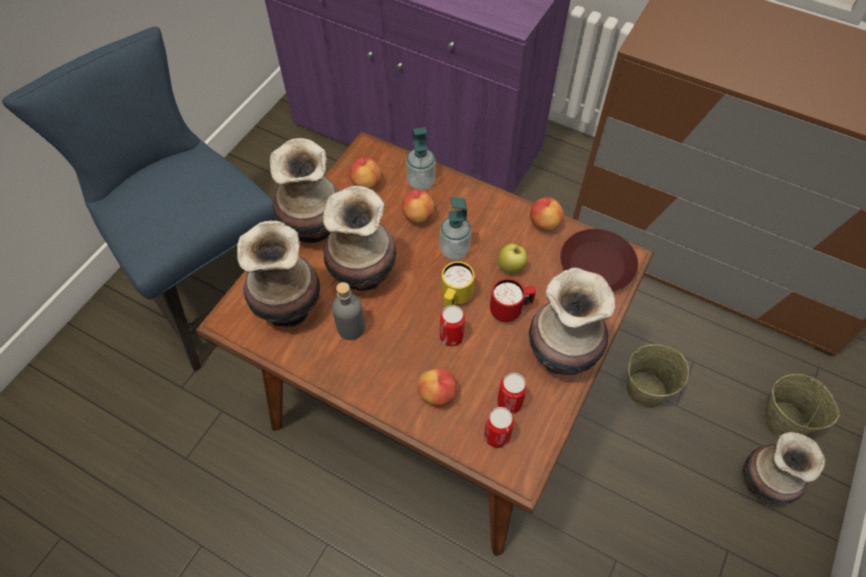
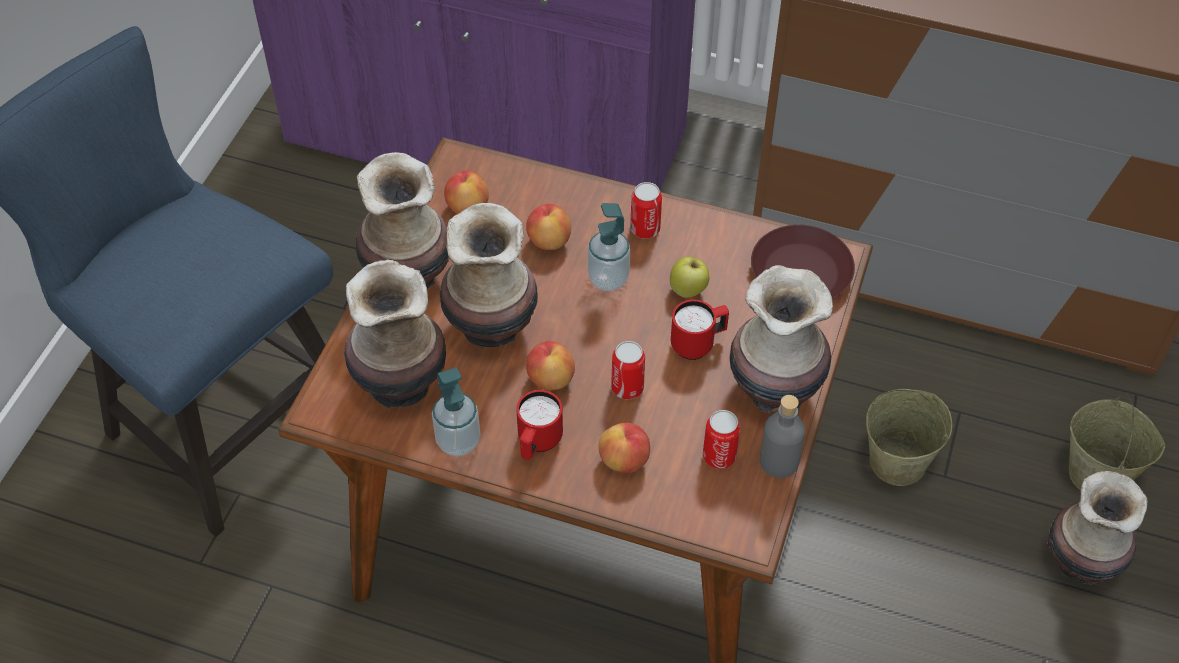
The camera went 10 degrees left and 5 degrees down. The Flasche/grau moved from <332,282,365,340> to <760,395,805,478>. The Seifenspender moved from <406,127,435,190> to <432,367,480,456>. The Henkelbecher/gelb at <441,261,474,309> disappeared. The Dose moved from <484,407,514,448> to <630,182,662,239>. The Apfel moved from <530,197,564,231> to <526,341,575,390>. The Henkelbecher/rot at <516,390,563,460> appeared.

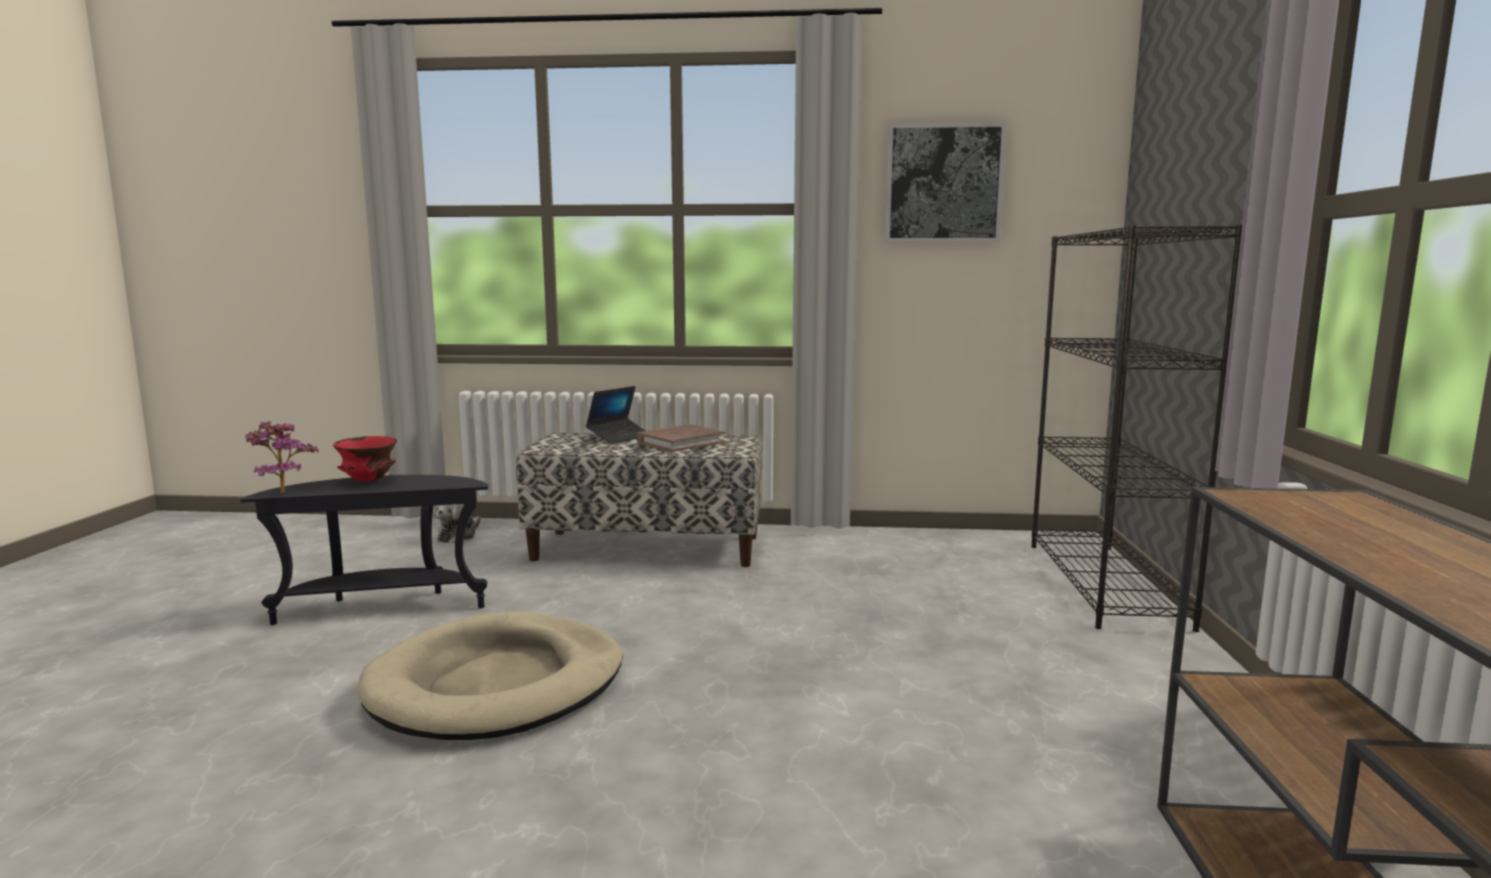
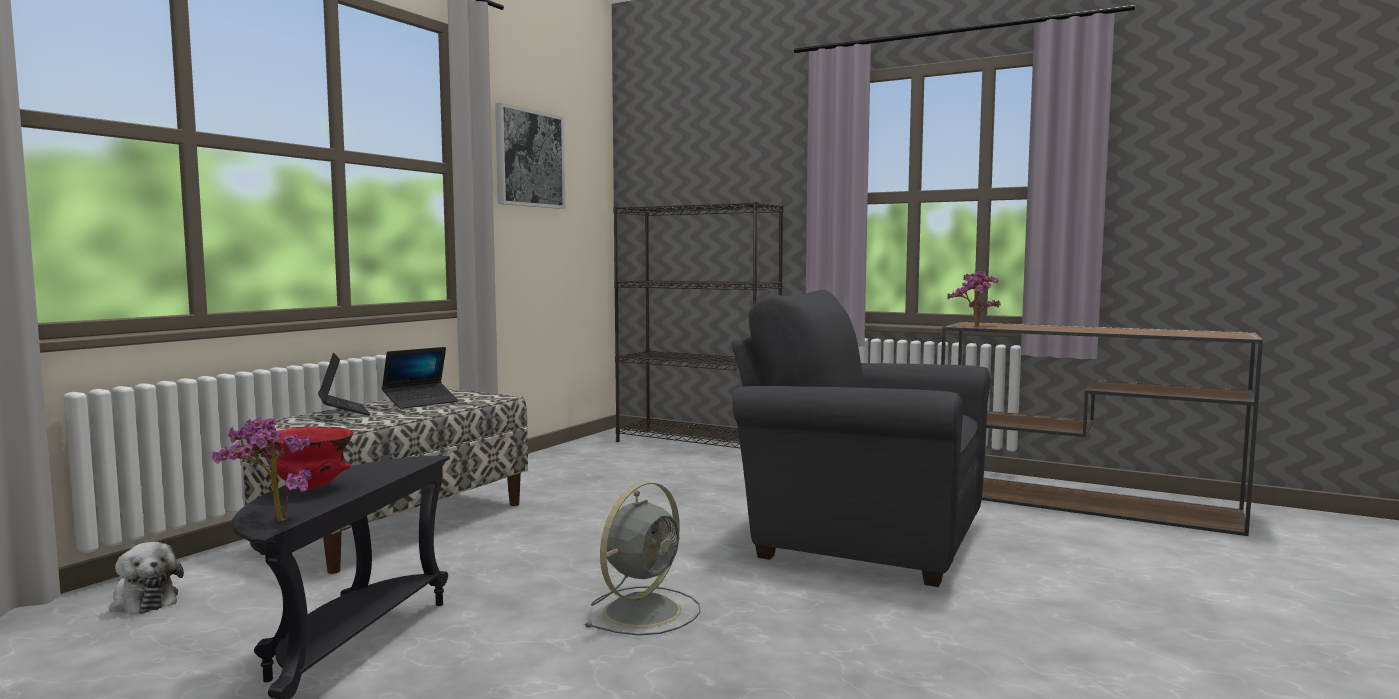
The camera went 65 degrees left and 5 degrees down. The Hundebett/beige at <358,612,623,740> was replaced by the Ventilator/grau at <584,482,701,636>. The Buch/braun at <637,425,725,452> was replaced by the Laptop at <382,347,459,409>. The Sessel/grau at <731,290,990,587> appeared. The Topfpflanze at <947,271,1001,326> appeared.

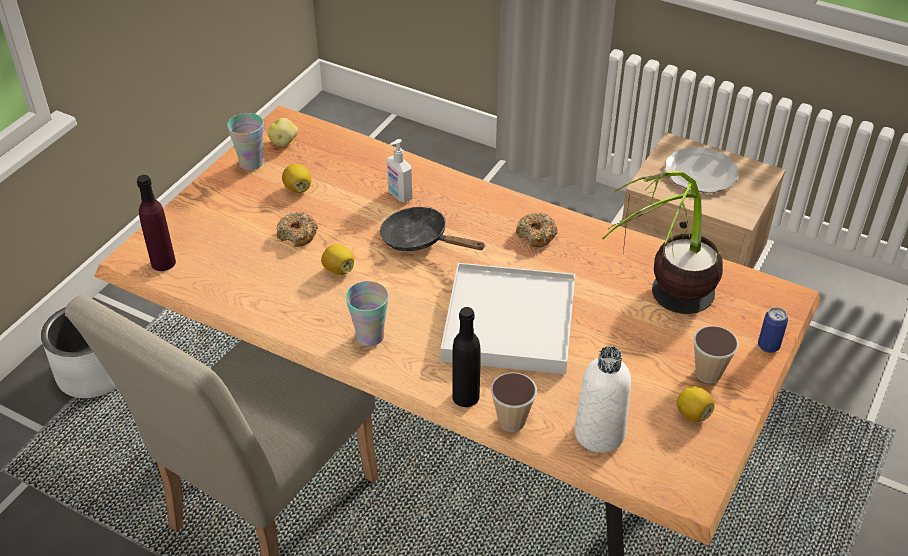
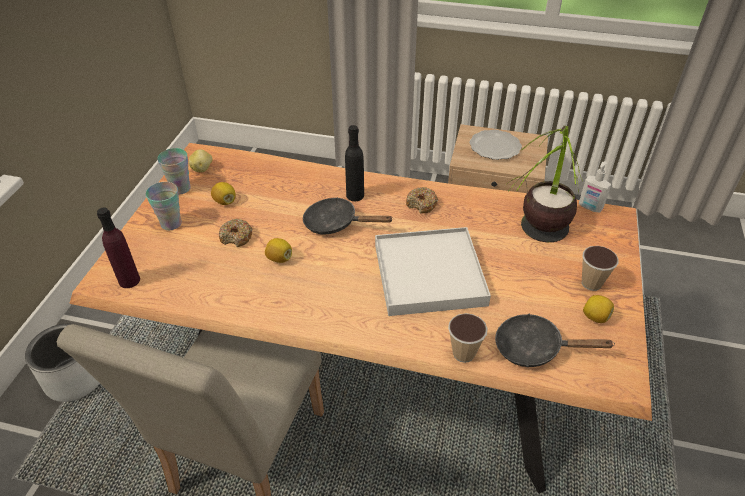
The camera went 15 degrees left and 0 degrees up. The Tasse moved from <346,281,388,346> to <146,182,182,230>. The Seifenspender moved from <387,139,412,202> to <579,161,611,213>. The Flasche/schwarz moved from <452,307,481,407> to <345,125,364,201>. The Flasche/weiß at <574,346,631,453> was replaced by the Pfanne/schwarz at <495,314,615,367>. The Dose at <758,307,788,353> disappeared.

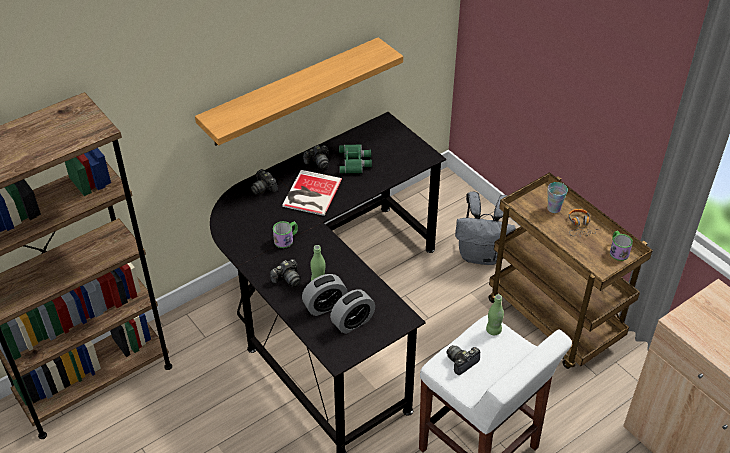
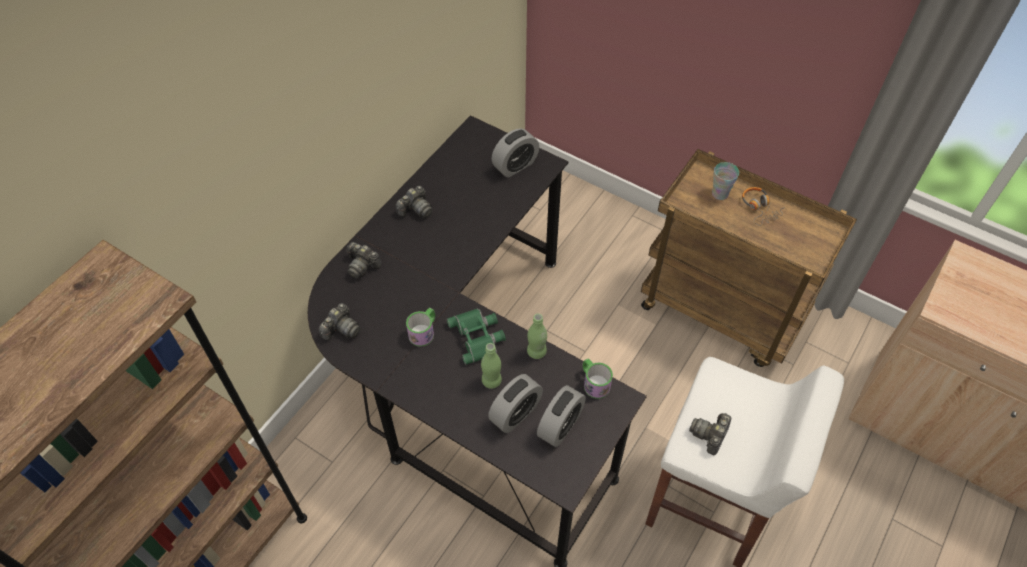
The camera went 20 degrees left and 10 degrees up. The Wandregal at <195,37,403,146> disappeared. The Kamera moved from <270,259,301,287> to <319,303,361,340>. The Buch at <282,170,342,216> disappeared. The Fernglas/grün moved from <339,145,372,174> to <447,308,506,365>. The Rucksack/grau at <455,192,516,265> disappeared. The Flasche/grün moved from <486,294,504,335> to <527,314,547,359>. The Henkelbecher moved from <610,231,633,261> to <583,358,613,399>. The Wecker at <492,128,539,177> appeared.

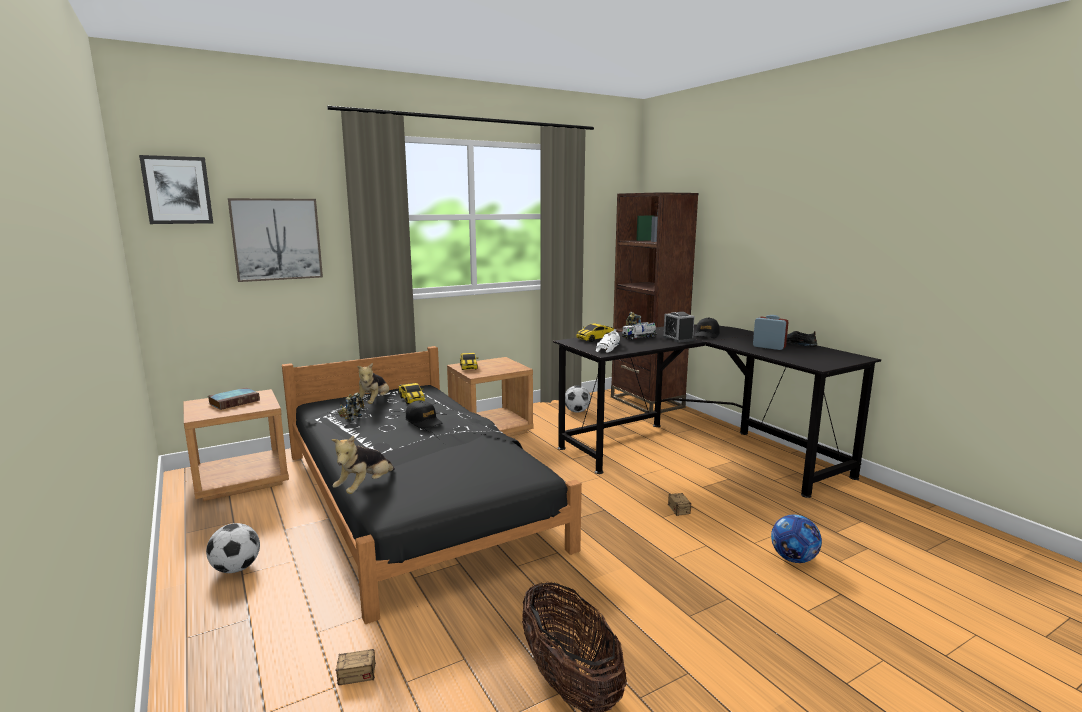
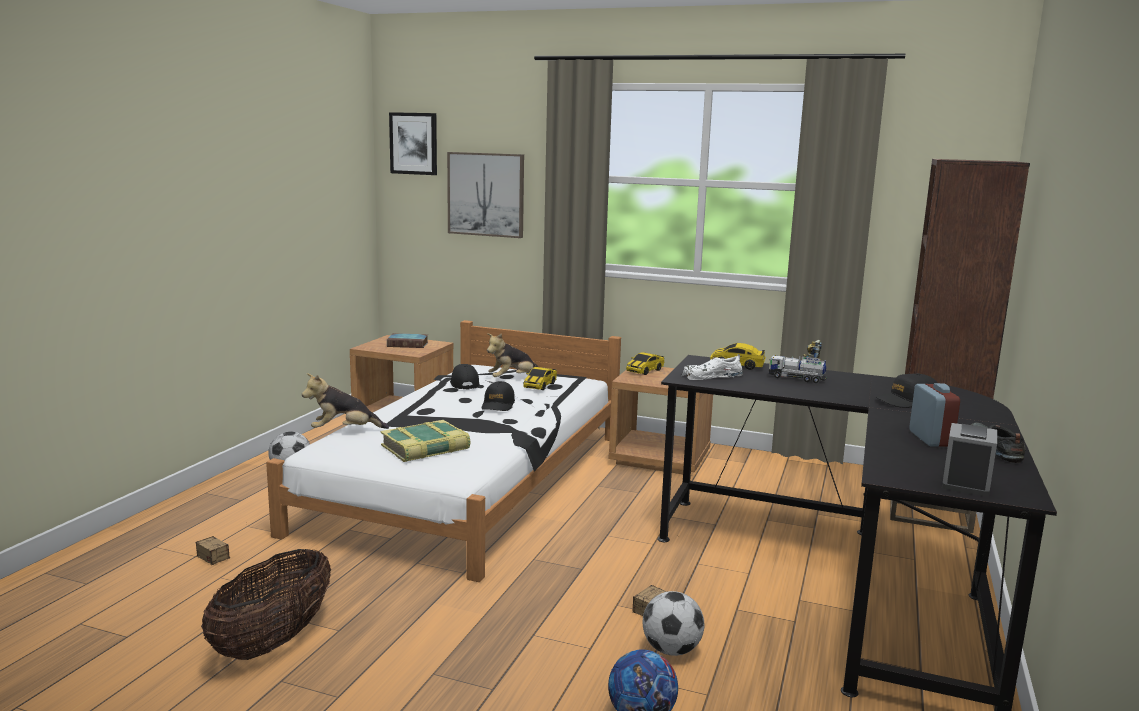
The camera went 50 degrees right and 0 degrees up. The Bett/schwarz at <282,346,582,624> became the Bett/weiß at <266,320,621,582>. The Spielzeugroboter at <338,393,364,421> was replaced by the Kappe/schwarz at <450,364,479,390>. The Fußball moved from <565,386,591,413> to <642,591,704,656>. The Wecker moved from <663,312,694,343> to <942,423,997,496>. The Buch at <380,420,470,462> appeared.

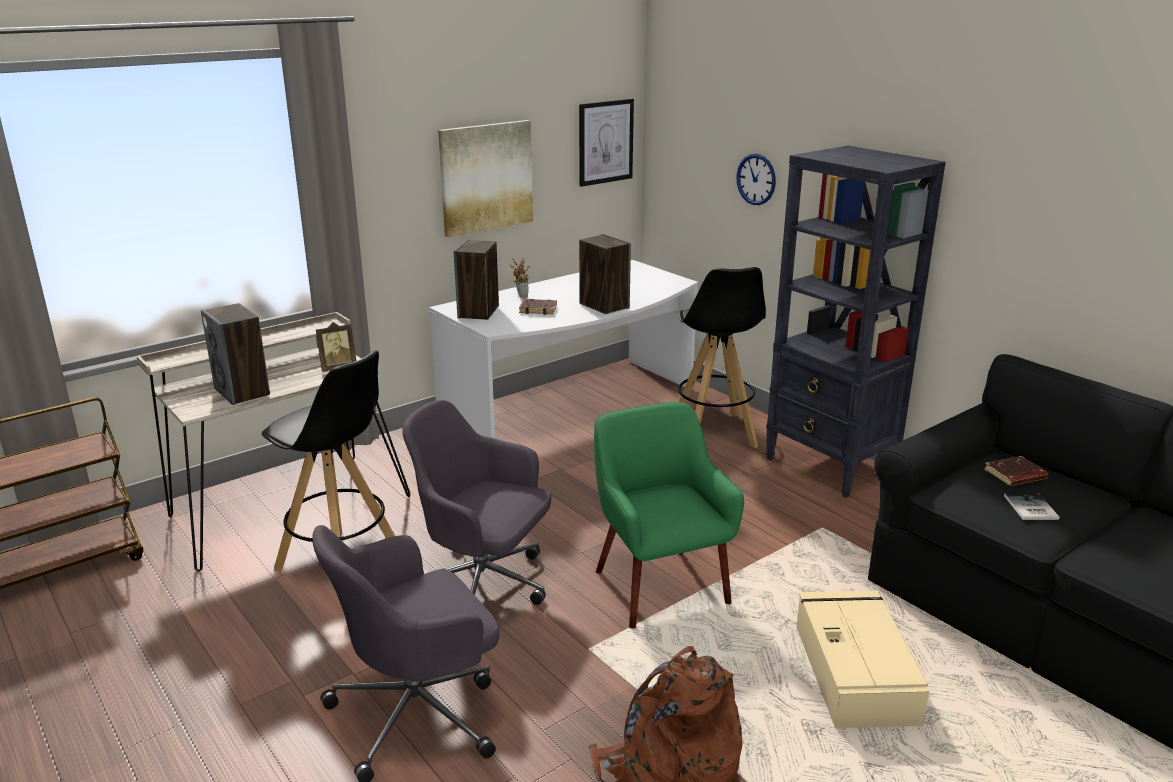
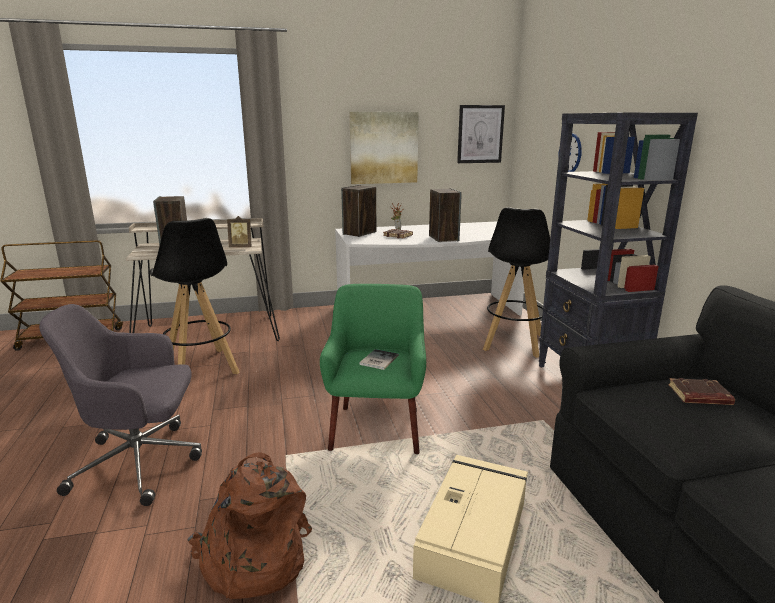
The camera went 25 degrees right and 5 degrees down. The Bürostuhl/grau at <402,400,552,605> disappeared. The Buch moved from <1004,493,1060,520> to <359,349,399,370>.

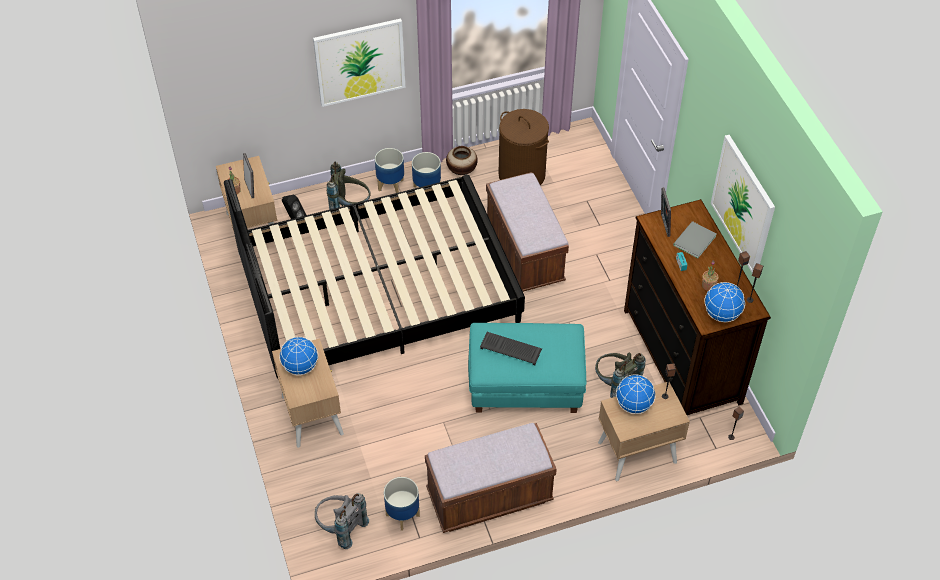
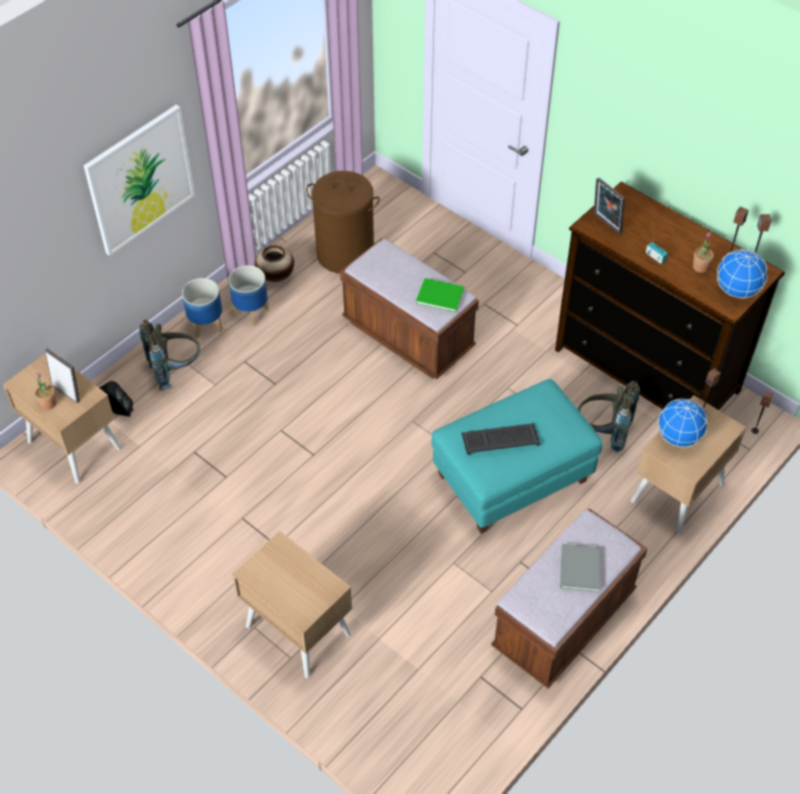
The camera went 30 degrees left and 0 degrees up. The Bett/schwarz at <224,175,525,378> disappeared. The Globus at <279,337,318,375> disappeared. The Rucksack/grau at <315,493,369,549> disappeared. The Pflanzkübel at <384,477,420,531> disappeared. The Buch/grau moved from <673,221,716,258> to <560,544,601,592>. The Bild at <711,135,775,273> disappeared. The Buch/grün at <416,278,464,312> appeared.

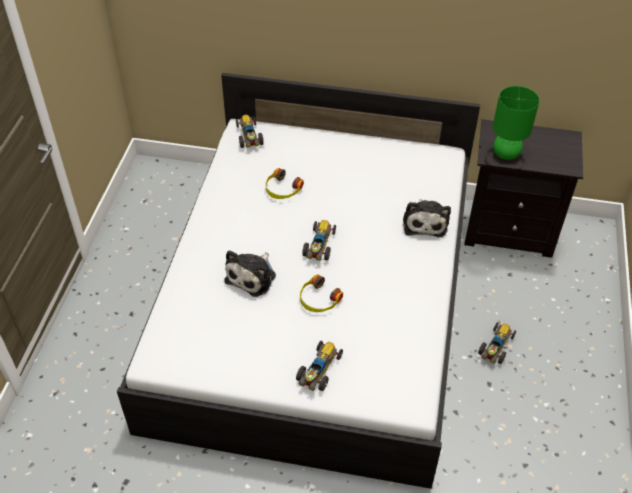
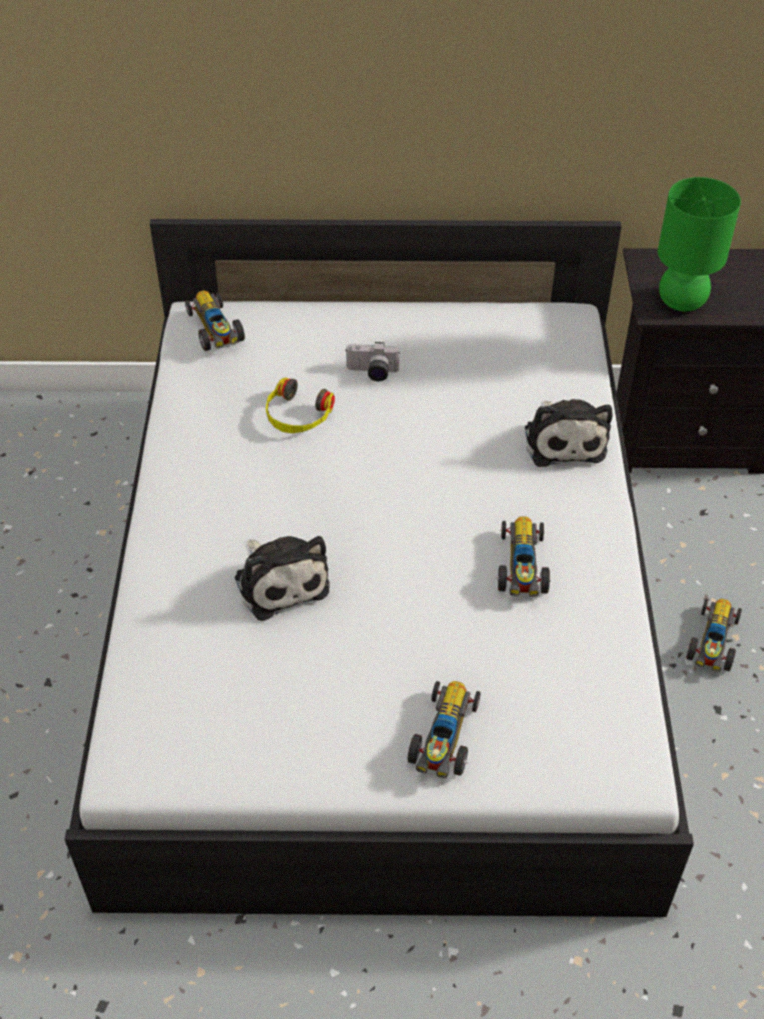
The camera went 10 degrees left and 0 degrees up. The Plüschtier at <224,250,276,297> turned 45 degrees counterclockwise. The Kopfhörer at <300,275,343,312> disappeared. The Spielzeugauto moved from <302,220,336,261> to <496,516,551,597>. The Kamera at <346,342,400,381> appeared.

